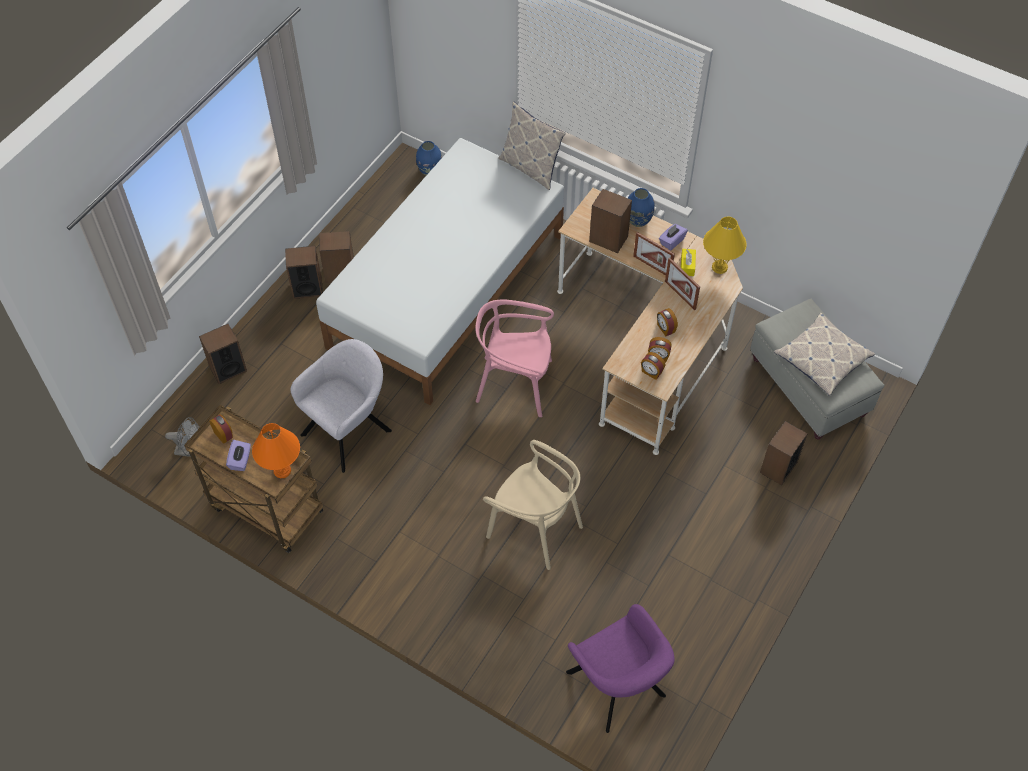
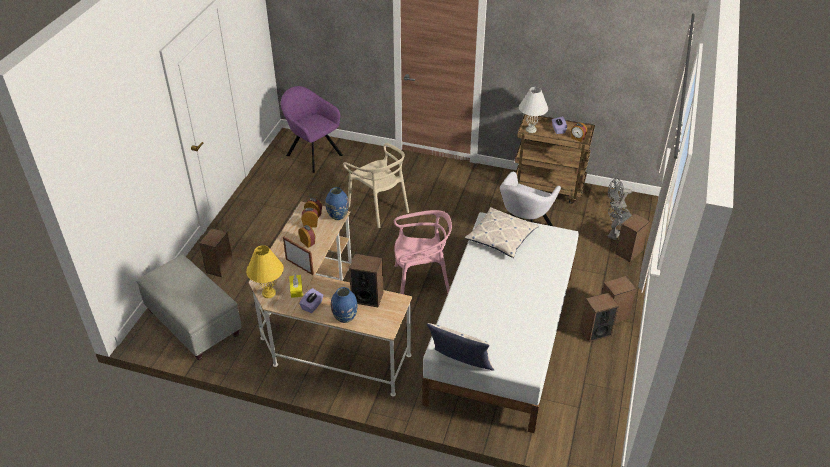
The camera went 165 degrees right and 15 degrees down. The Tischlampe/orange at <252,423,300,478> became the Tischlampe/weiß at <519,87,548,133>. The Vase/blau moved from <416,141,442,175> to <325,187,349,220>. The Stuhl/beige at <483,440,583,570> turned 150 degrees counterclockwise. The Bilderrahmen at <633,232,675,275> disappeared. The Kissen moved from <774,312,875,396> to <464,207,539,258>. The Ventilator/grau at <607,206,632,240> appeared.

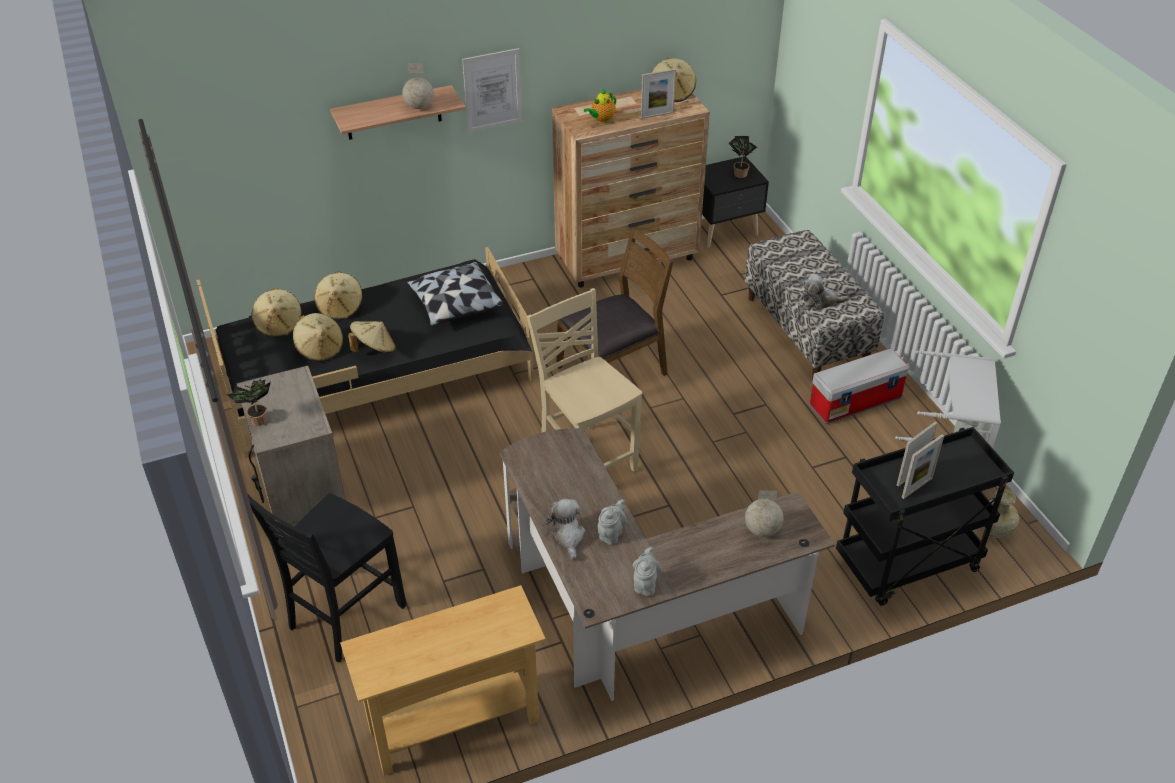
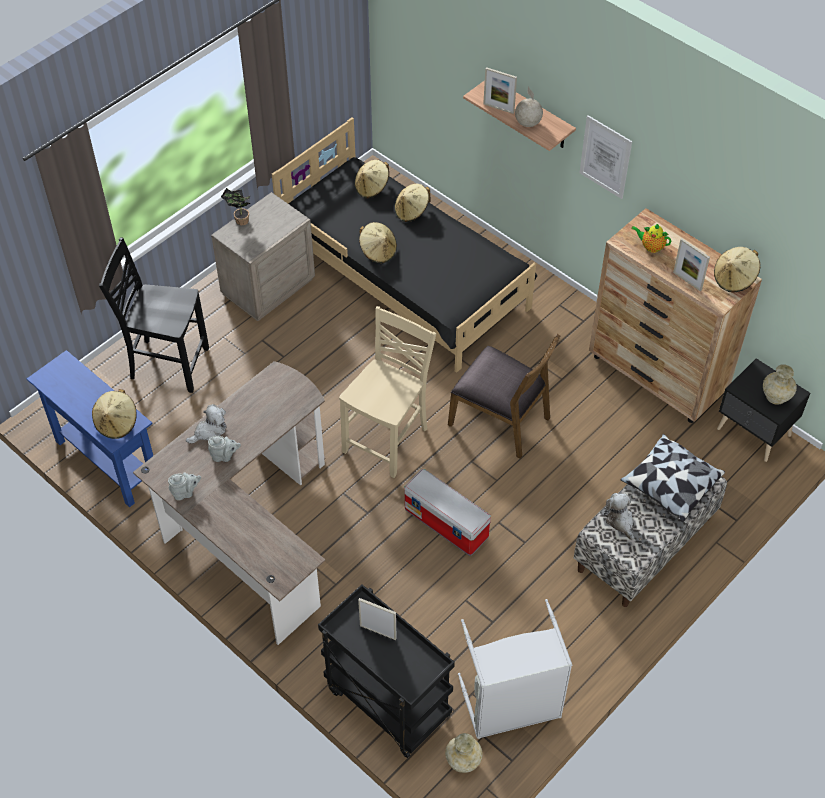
The camera went 65 degrees right and 10 degrees up. The Hut/beige moved from <293,313,343,362> to <92,389,137,439>. The Konsolentisch/beige at <340,585,546,775> became the Konsolentisch/blau at <27,350,153,507>. The Kissen moved from <407,262,504,326> to <621,434,725,522>. The Topfpflanze at <729,136,757,178> was replaced by the Vase/beige at <763,364,797,404>. The Globus at <745,490,783,537> disappeared. The Aufbewahrungsbox moved from <809,348,909,424> to <404,469,491,556>. The Bilderrahmen moved from <902,434,944,499> to <483,67,517,114>.

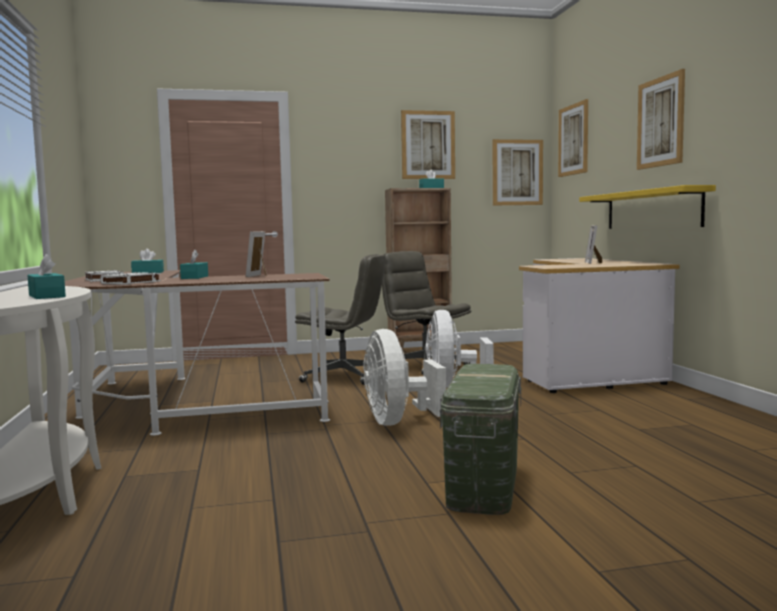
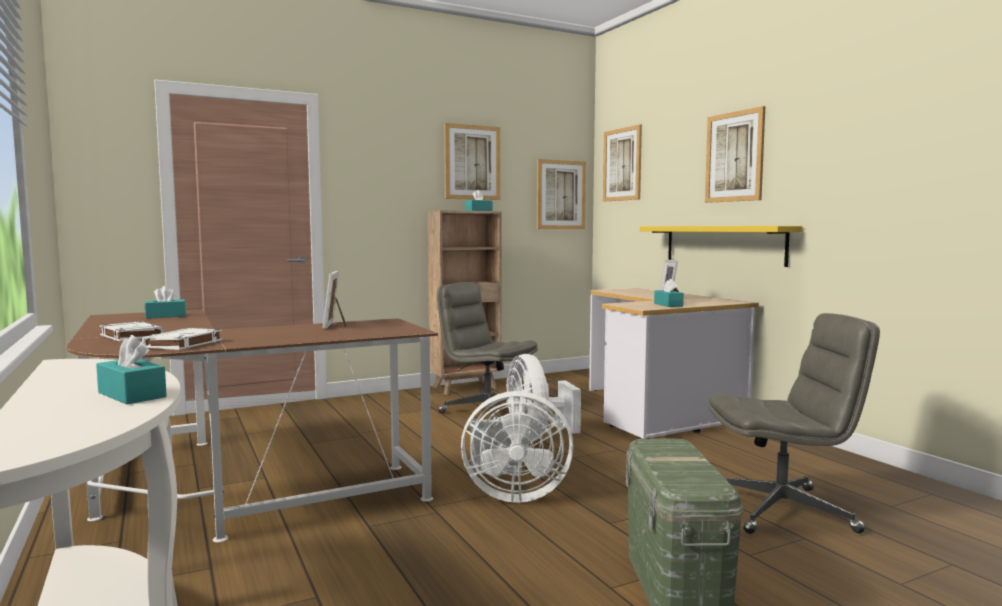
The camera went 15 degrees left and 0 degrees up. The Taschentuchbox/türkis moved from <180,249,208,279> to <654,279,684,307>. The Bürostuhl/grau moved from <295,254,385,385> to <708,313,880,534>. The Ventilator/weiß at <364,329,446,426> turned 60 degrees counterclockwise.

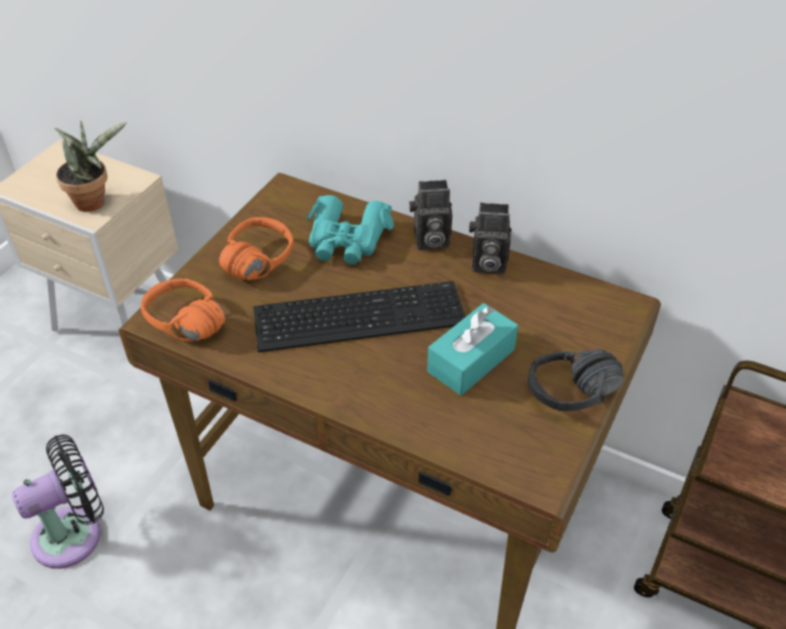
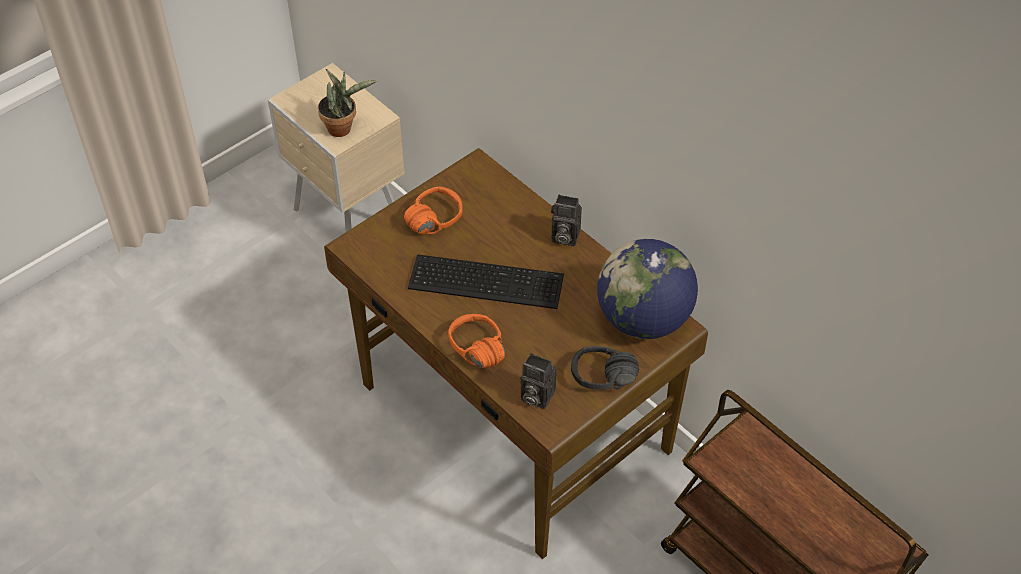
The camera went 20 degrees right and 5 degrees up. The Ventilator/schwarz at <12,434,104,569> disappeared. The Kopfhörer/orange moved from <141,278,226,341> to <448,314,506,368>. The Fernglas/türkis at <306,195,394,264> disappeared. The Taschentuchbox/türkis at <427,303,518,395> disappeared. The Kamera moved from <469,203,512,274> to <521,353,556,409>. The Globus at <597,239,698,339> appeared.

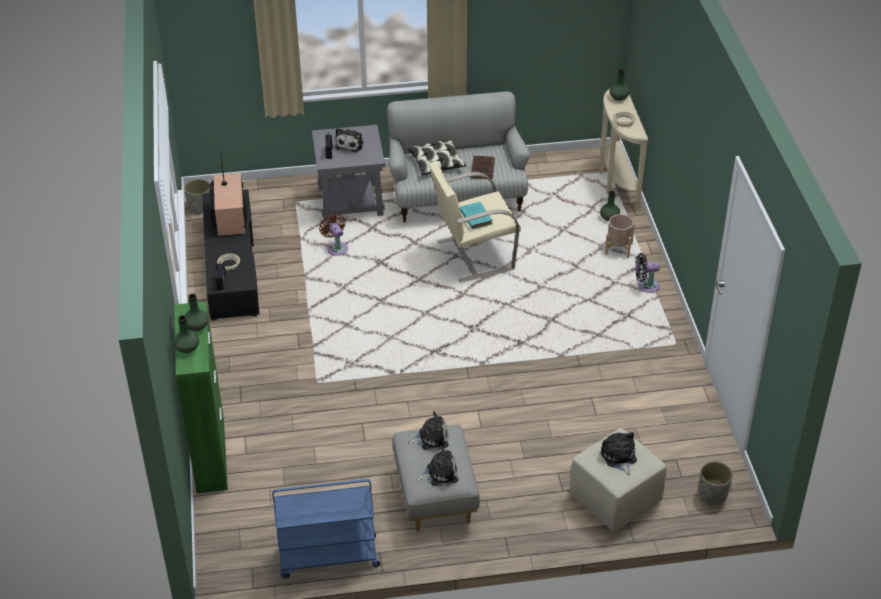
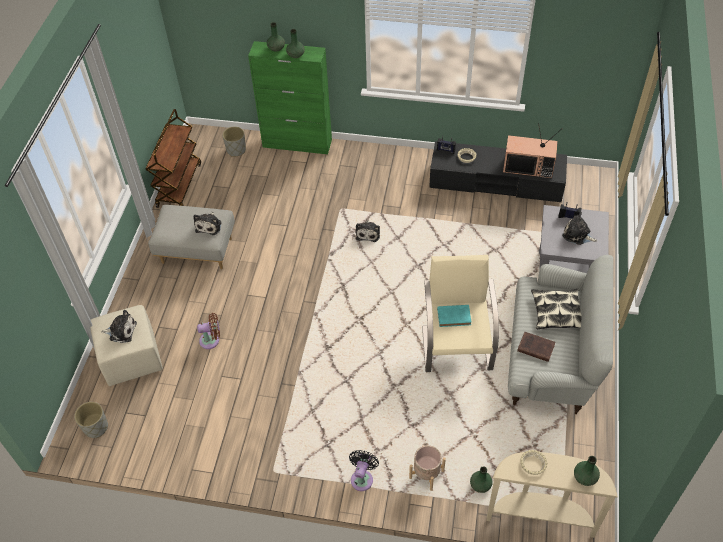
The camera went 110 degrees right and 10 degrees up. The Pflanzkübel/grau moved from <184,179,210,215> to <222,127,246,157>. The Rollwagen/blau at <272,479,380,578> became the Rollwagen/braun at <145,109,201,208>. The Ventilator/braun moved from <319,213,348,255> to <197,313,220,349>. The Plüschtier moved from <416,446,458,486> to <355,220,380,242>.

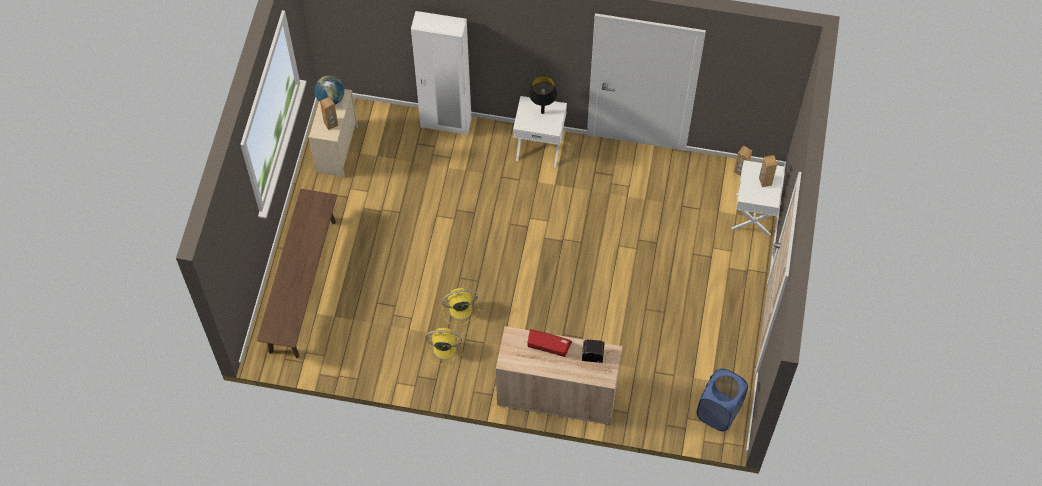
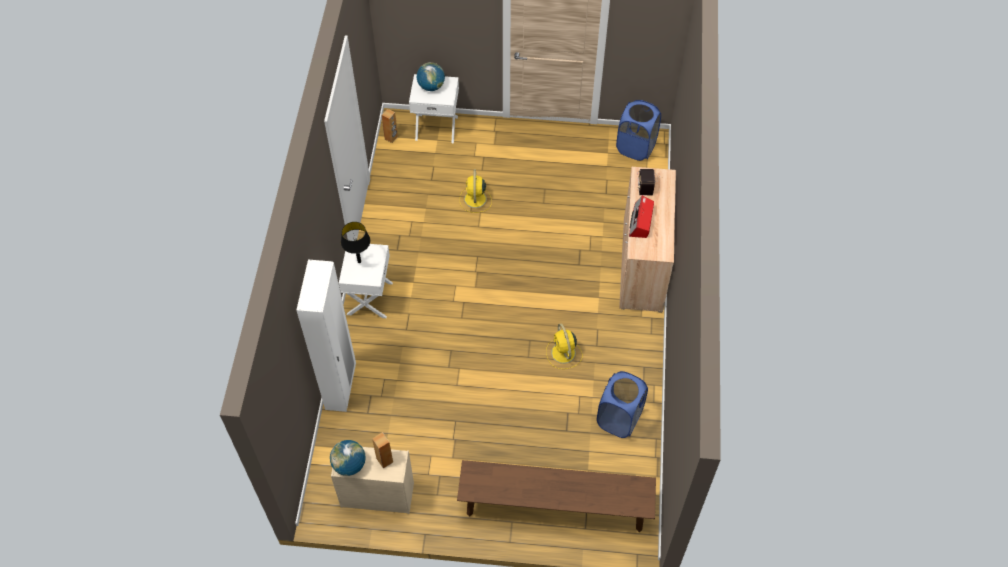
The camera went 95 degrees left and 5 degrees down. The Ventilator/gelb moved from <426,328,463,365> to <460,169,492,213>. The Lautsprecher/braun at <759,155,777,187> was replaced by the Globus at <417,62,445,91>. The Wäschekorb/blau at <597,371,648,438> appeared.

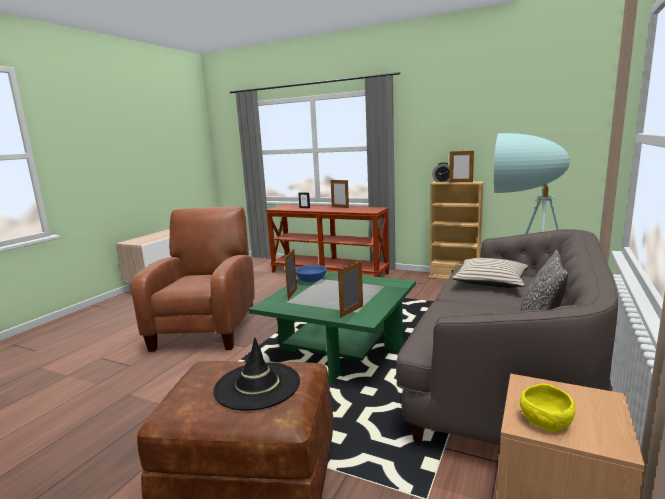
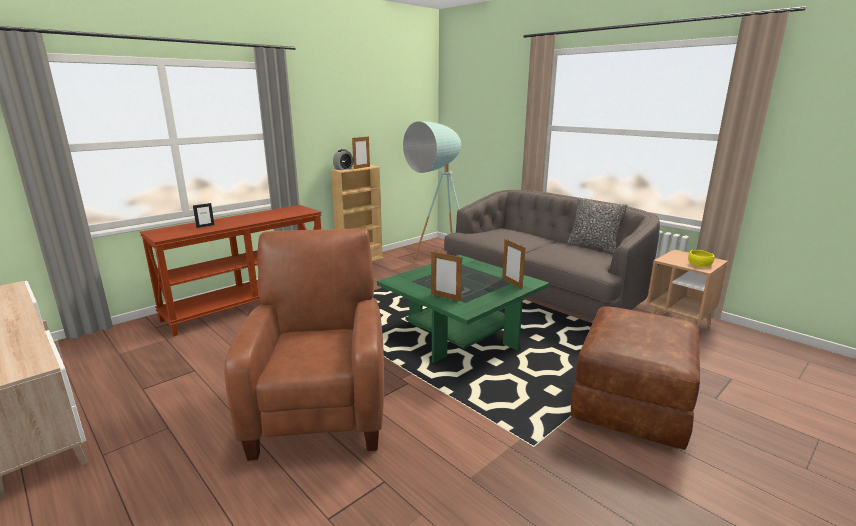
The camera went 70 degrees left and 5 degrees up. The Sessel/braun at <131,206,254,352> turned 60 degrees clockwise. The Hut/schwarz at <213,337,300,411> disappeared. The Schüssel/blau at <296,265,327,282> disappeared. The Bilderrahmen at <331,180,349,208> disappeared. The Kissen/beige at <452,258,528,288> disappeared.

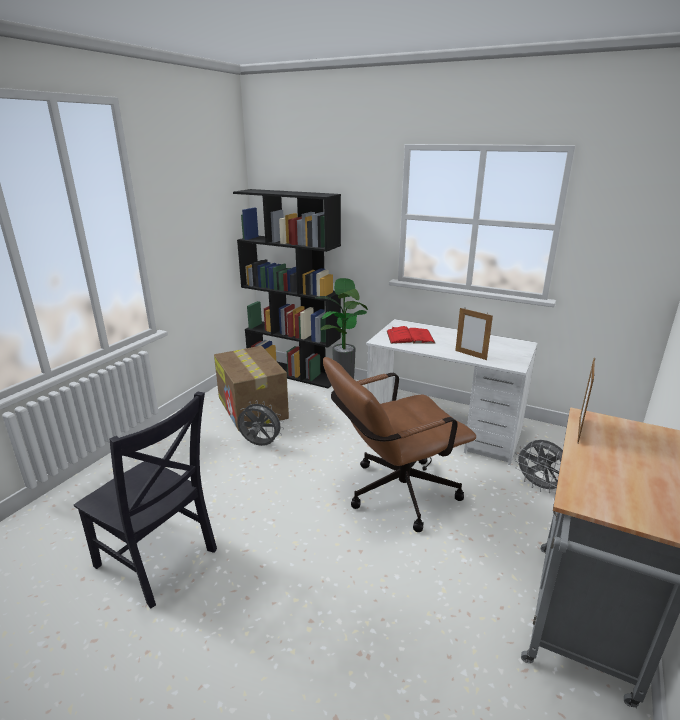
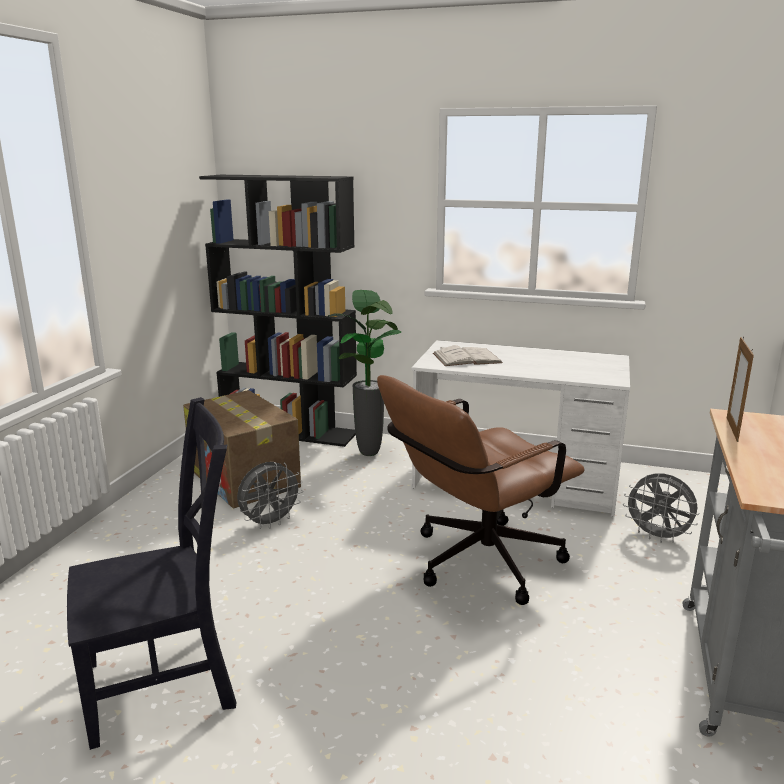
The camera went 10 degrees left and 5 degrees down. The Stuhl/schwarz at <74,392,217,609> turned 45 degrees counterclockwise. The Ventilator/grau at <237,400,284,446> turned 135 degrees clockwise. The Buch/rot at <387,326,435,344> became the Buch/weiß at <433,345,503,366>. The Bilderrahmen at <455,307,493,360> disappeared.

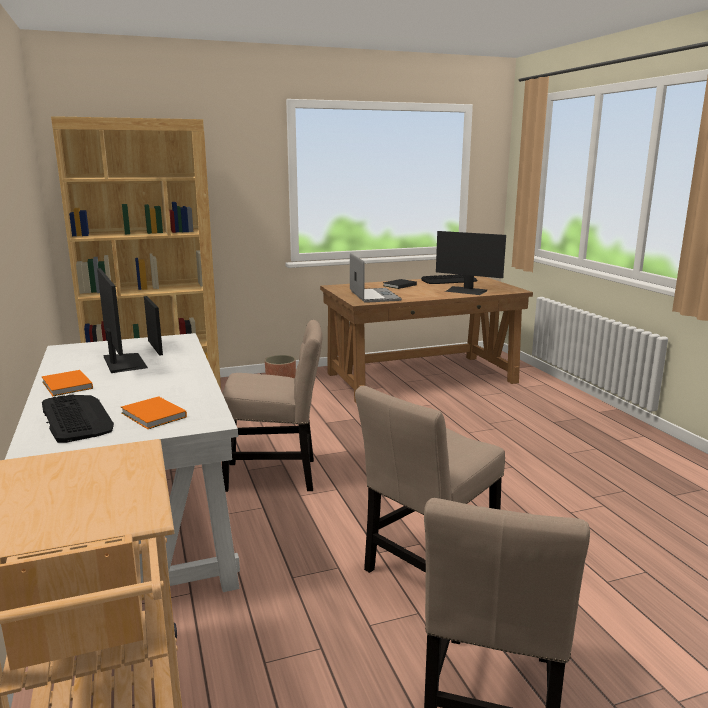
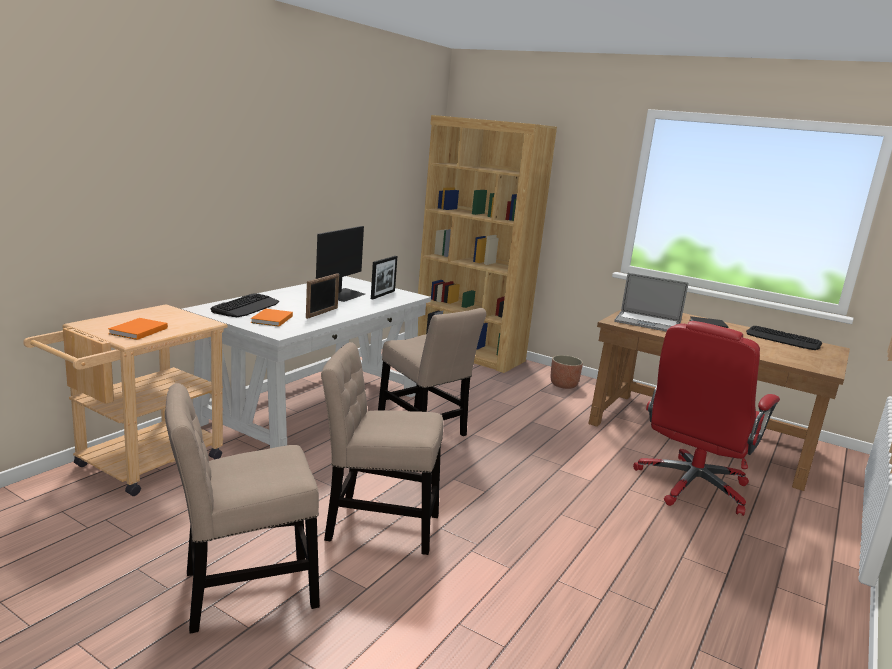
The camera went 50 degrees right and 0 degrees up. The Buch/orange moved from <42,370,93,396> to <108,318,168,340>. The Laptop at <350,253,402,303> turned 75 degrees clockwise. The Monitor at <436,231,506,295> disappeared. The Bilderrahmen at <306,273,339,319> appeared. The Bürostuhl/rot at <633,321,780,516> appeared.

